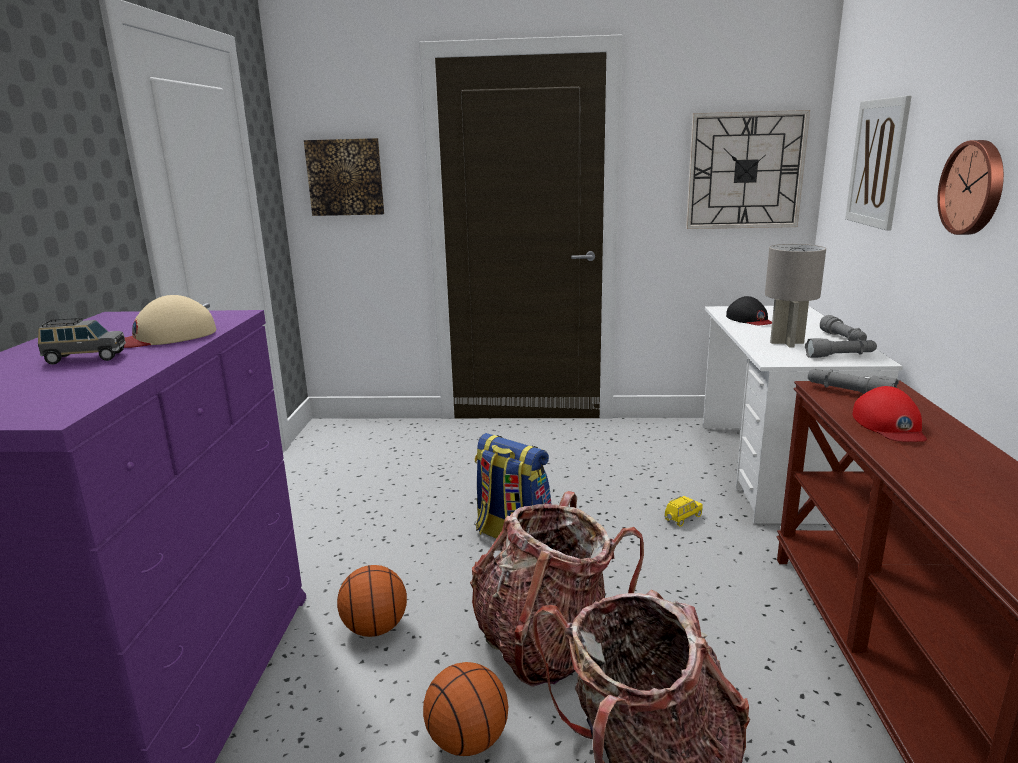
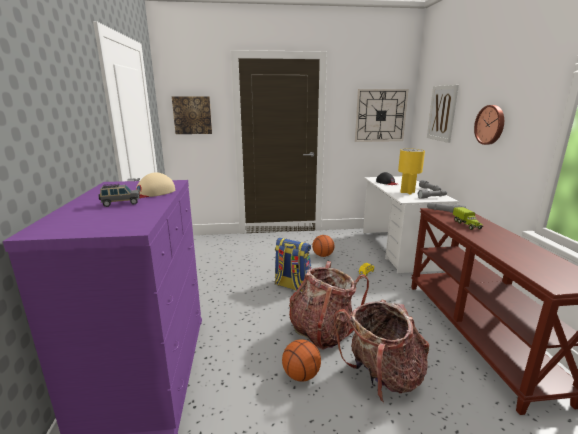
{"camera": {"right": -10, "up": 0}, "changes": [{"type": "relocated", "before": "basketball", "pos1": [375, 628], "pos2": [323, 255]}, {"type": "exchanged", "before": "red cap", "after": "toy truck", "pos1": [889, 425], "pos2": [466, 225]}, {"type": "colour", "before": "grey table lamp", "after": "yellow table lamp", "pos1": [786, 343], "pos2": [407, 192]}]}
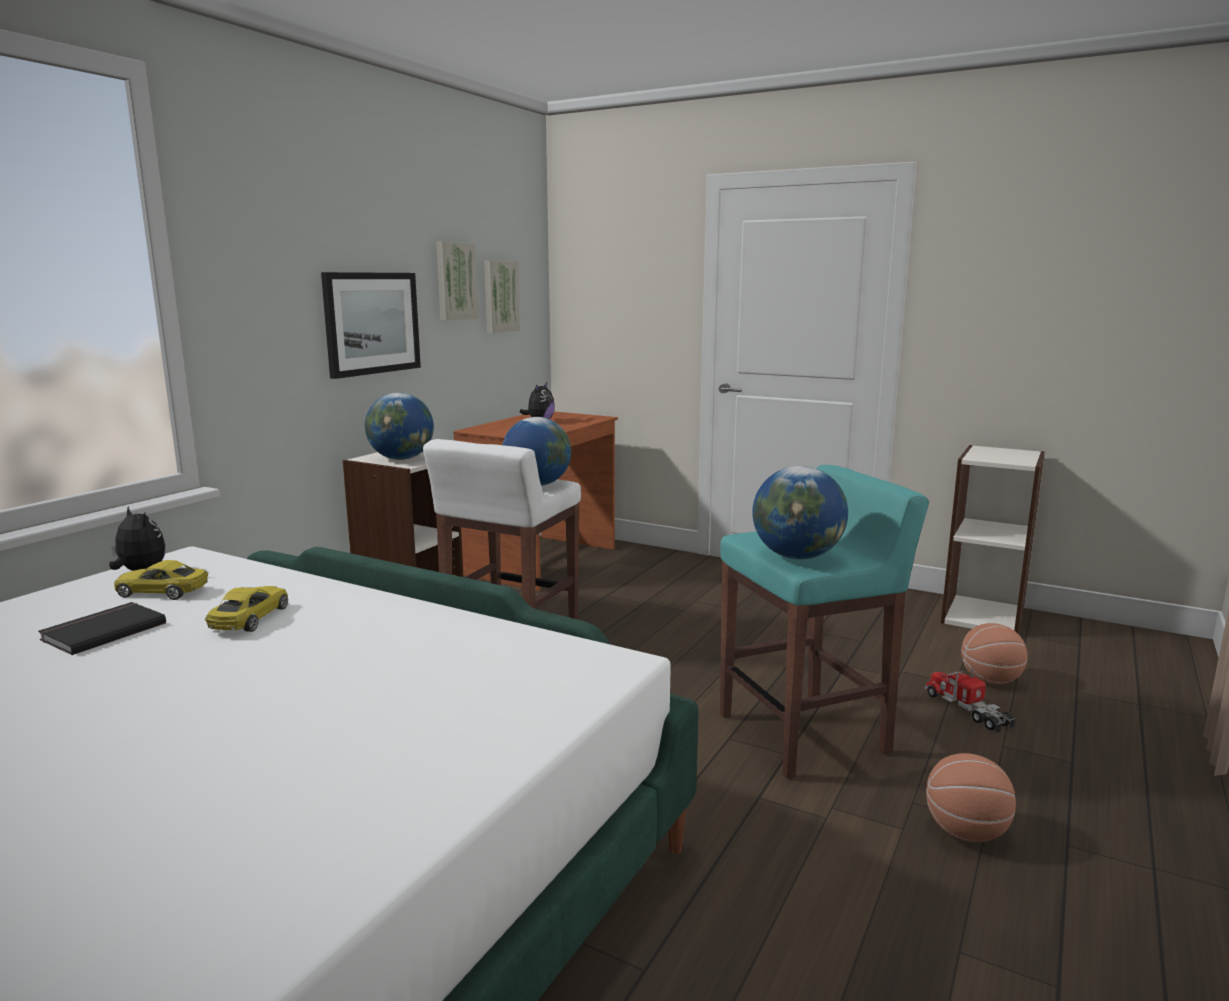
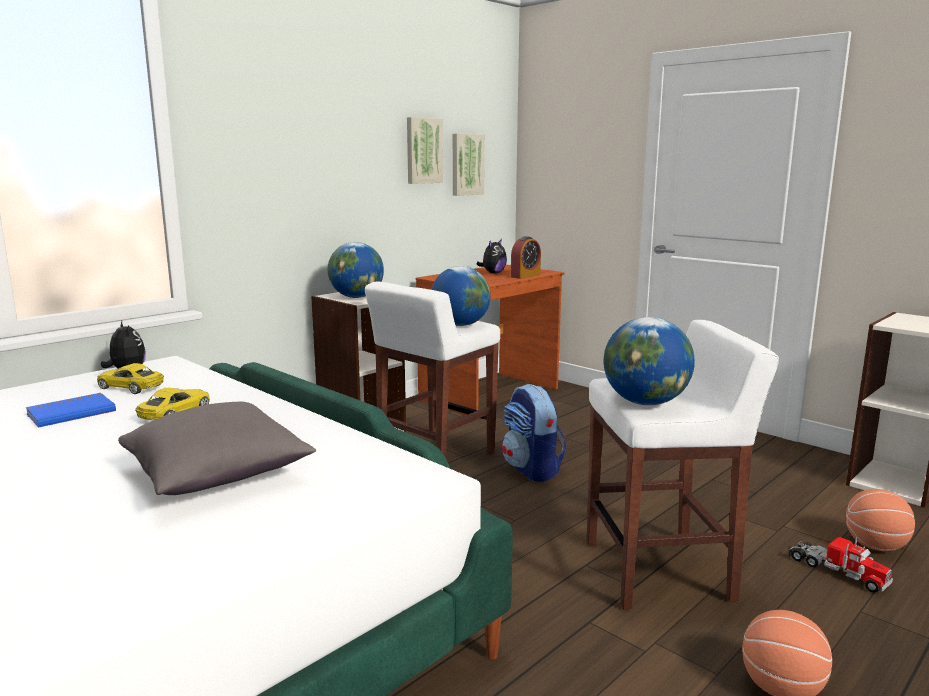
{"camera": {"right": 15, "up": 0}, "changes": [{"type": "missing", "before": "picture", "pos1": [372, 323]}, {"type": "appeared", "after": "grey pillow", "pos2": [218, 475]}, {"type": "appeared", "after": "backpack", "pos2": [532, 470]}, {"type": "appeared", "after": "alarm clock", "pos2": [525, 276]}, {"type": "colour", "before": "black book", "after": "blue book", "pos1": [102, 631], "pos2": [70, 412]}, {"type": "colour", "before": "turquoise stool", "after": "white stool", "pos1": [805, 733], "pos2": [660, 570]}, {"type": "spun", "before": "toy truck", "pos1": [968, 710], "pos2": [837, 571], "turn": 150}]}
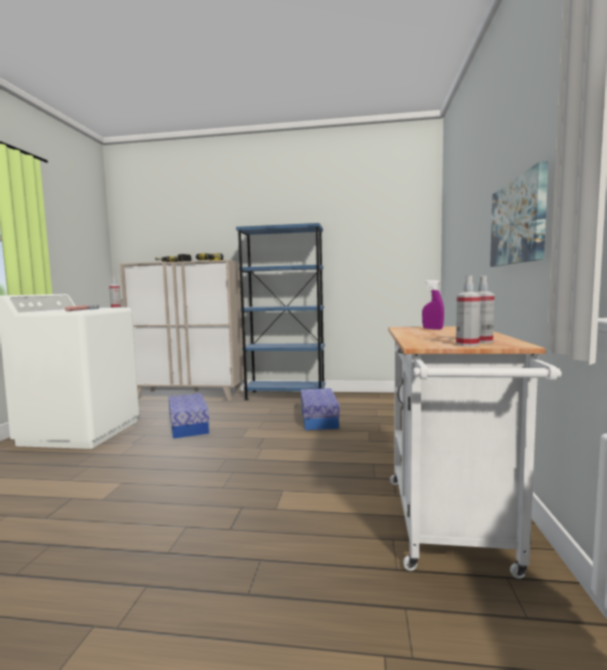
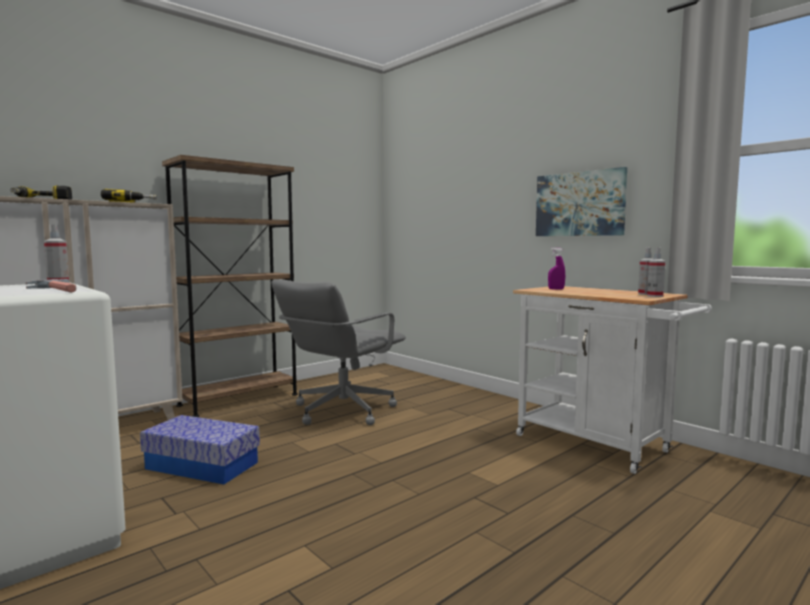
{"camera": {"right": -50, "up": 0}, "changes": [{"type": "exchanged", "before": "storage box", "after": "grey office chair", "pos1": [319, 419], "pos2": [341, 411]}, {"type": "colour", "before": "blue bookcase", "after": "brown bookcase", "pos1": [285, 396], "pos2": [239, 400]}]}
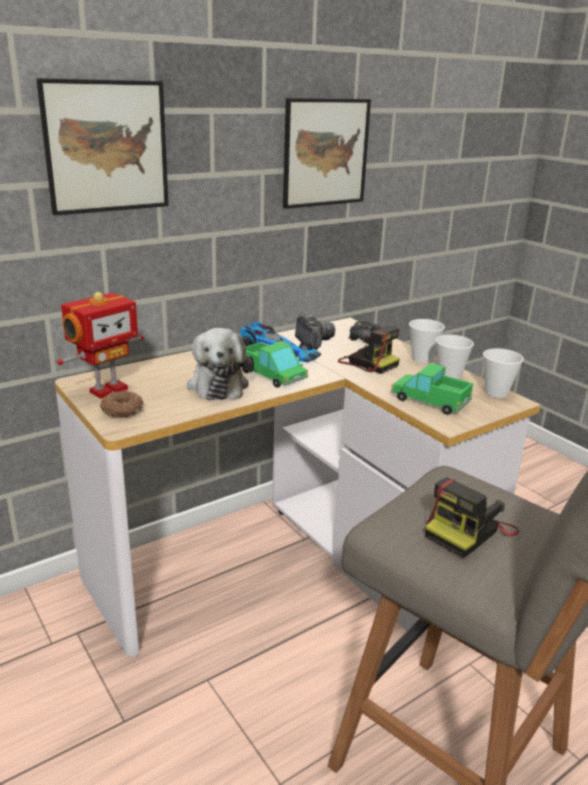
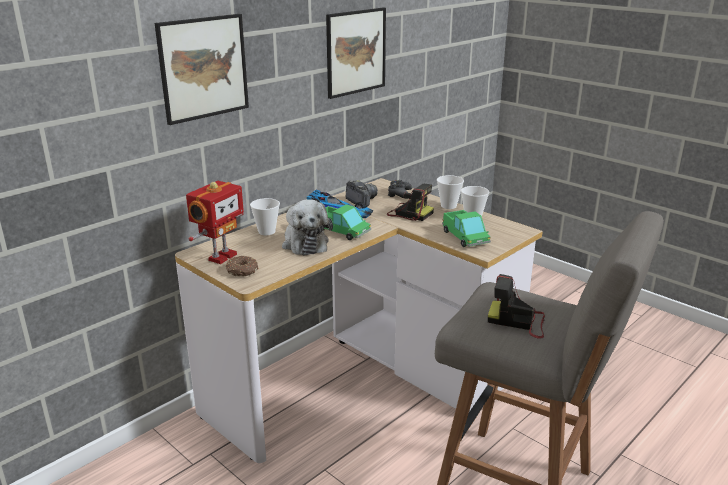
{"camera": {"right": -10, "up": 0}, "changes": [{"type": "relocated", "before": "cup", "pos1": [496, 393], "pos2": [266, 231]}, {"type": "spun", "before": "toy truck", "pos1": [430, 401], "pos2": [465, 237], "turn": -135}, {"type": "spun", "before": "photo camera", "pos1": [468, 531], "pos2": [518, 321], "turn": 75}]}
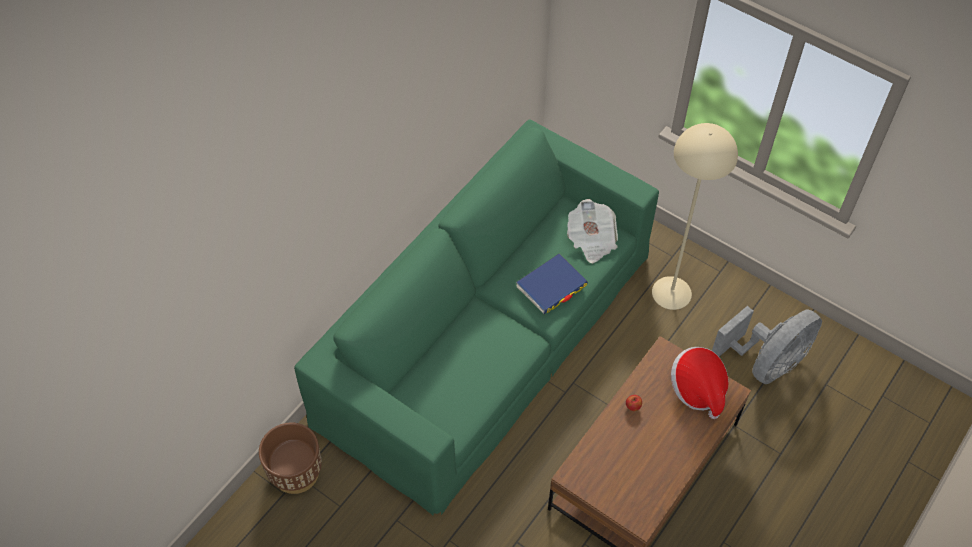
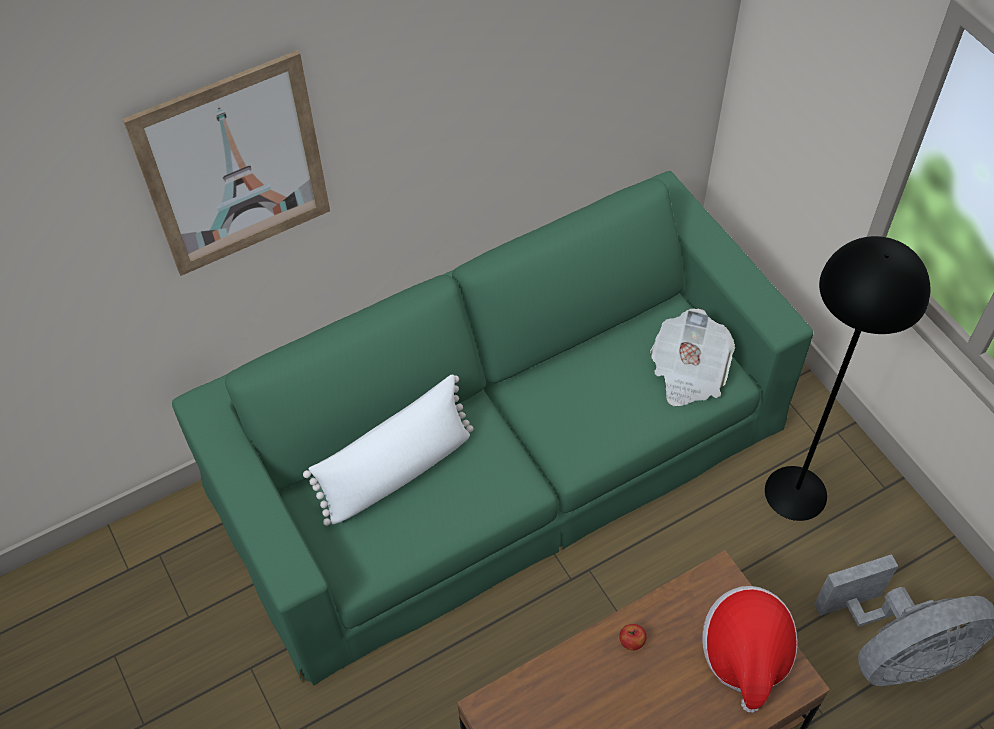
{"camera": {"right": 25, "up": 0}, "changes": [{"type": "missing", "before": "brown planter", "pos1": [296, 472]}, {"type": "missing", "before": "blue book", "pos1": [551, 286]}, {"type": "appeared", "after": "picture", "pos2": [234, 167]}, {"type": "appeared", "after": "white pillow", "pos2": [397, 471]}, {"type": "colour", "before": "beige floor lamp", "after": "black floor lamp", "pos1": [672, 292], "pos2": [796, 492]}]}
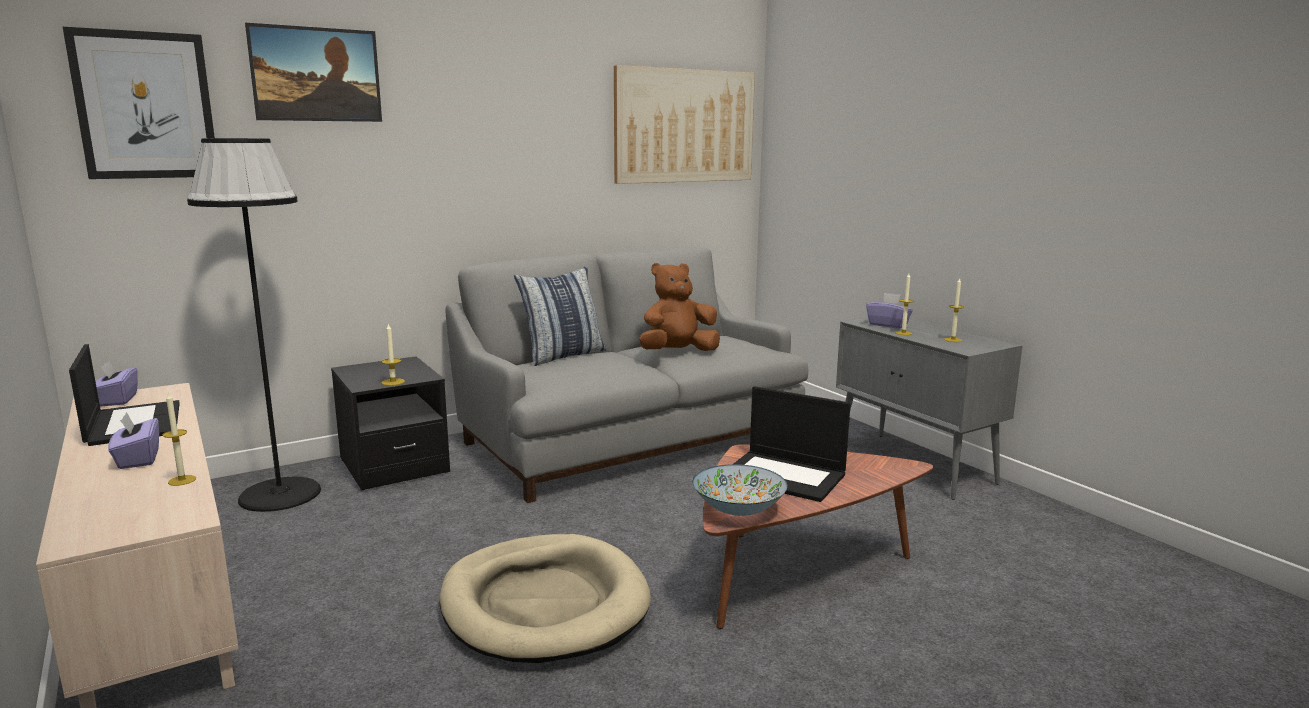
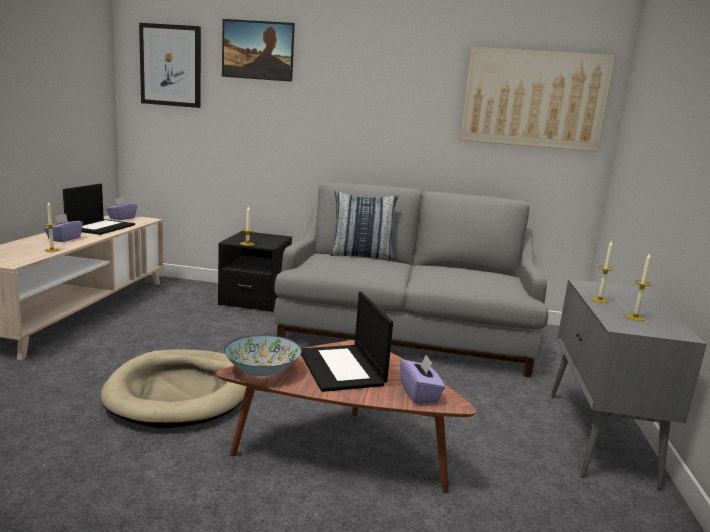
{"camera": {"right": 40, "up": 0}, "changes": [{"type": "missing", "before": "black floor lamp", "pos1": [280, 494]}, {"type": "missing", "before": "brown plush toy", "pos1": [677, 352]}, {"type": "relocated", "before": "purple tissue box", "pos1": [888, 325], "pos2": [419, 394]}]}
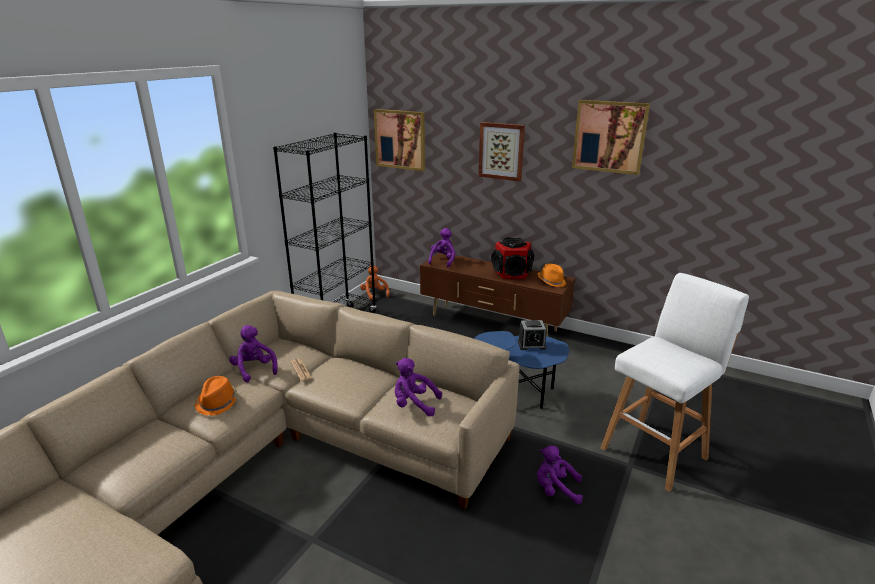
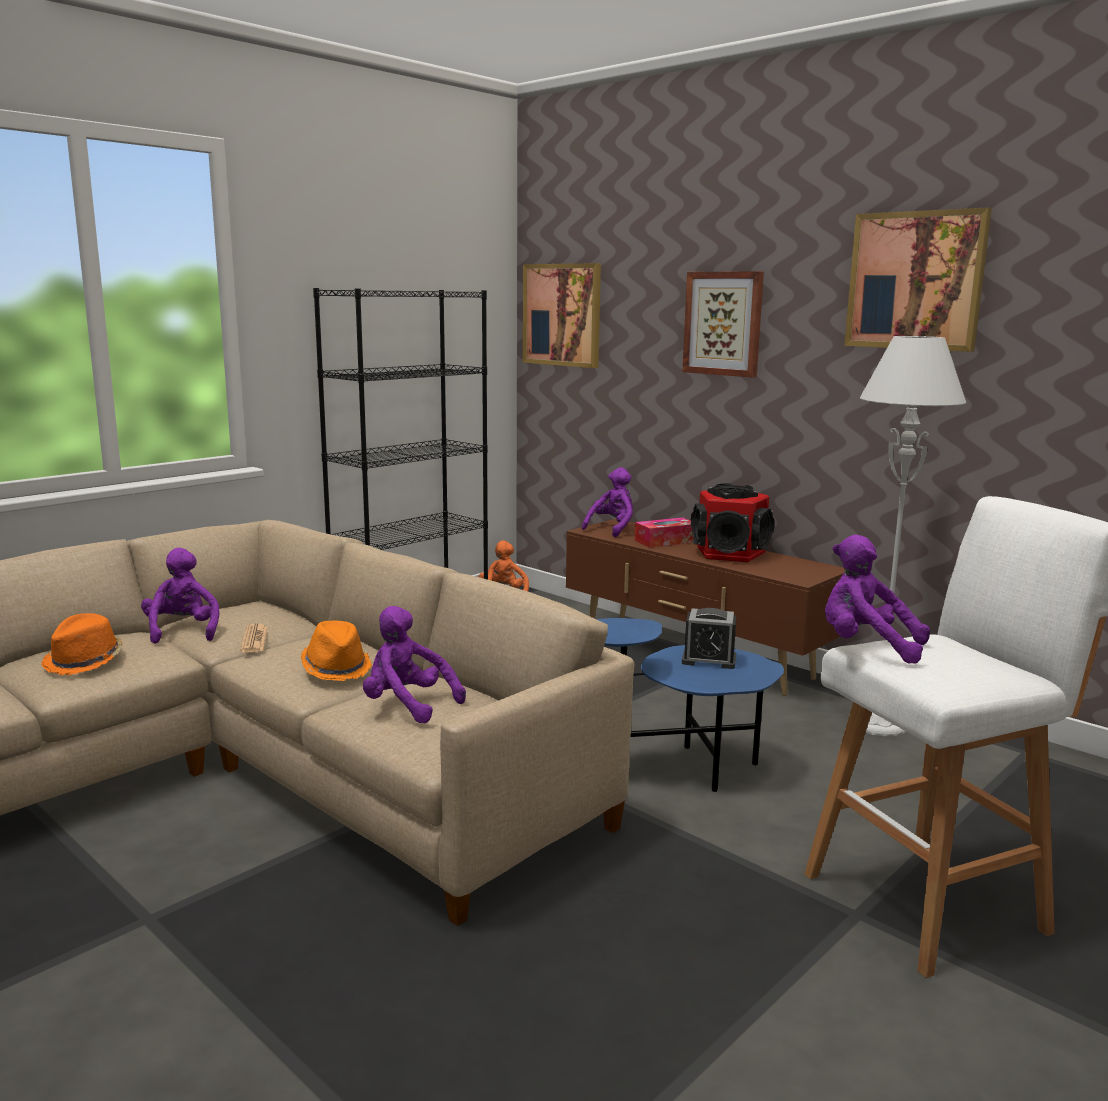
{"camera": {"right": 15, "up": -10}, "changes": [{"type": "appeared", "after": "tissue box", "pos2": [666, 541]}, {"type": "appeared", "after": "grey floor lamp", "pos2": [878, 723]}, {"type": "relocated", "before": "purple plush toy", "pos1": [556, 490], "pos2": [866, 647]}, {"type": "relocated", "before": "orange hat", "pos1": [551, 282], "pos2": [337, 668]}]}
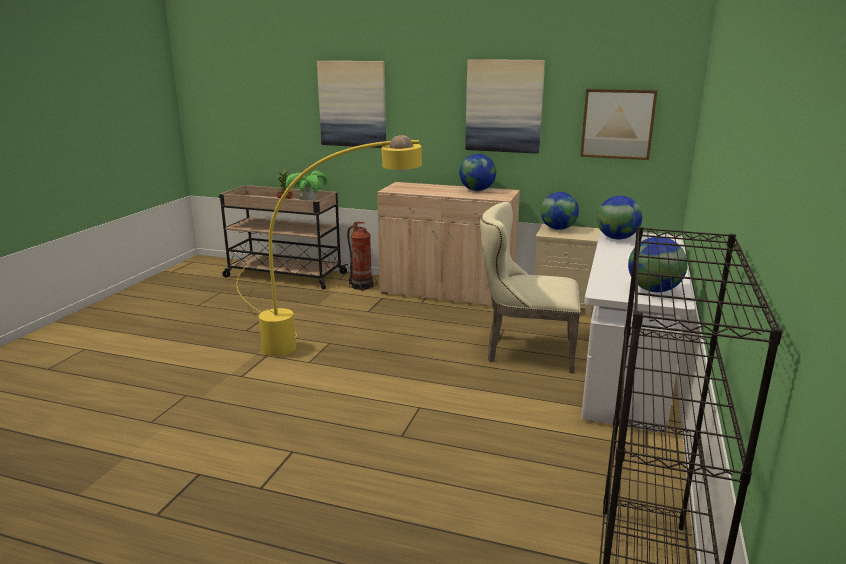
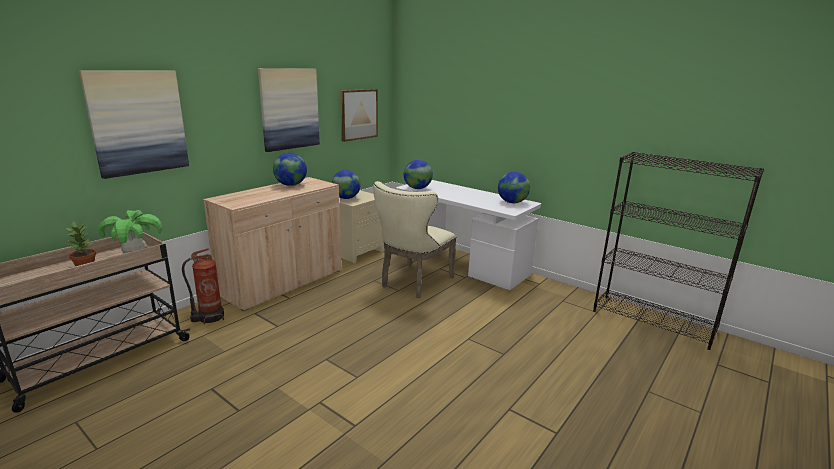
{"camera": {"right": -70, "up": 0}, "changes": [{"type": "missing", "before": "yellow floor lamp", "pos1": [322, 341]}]}
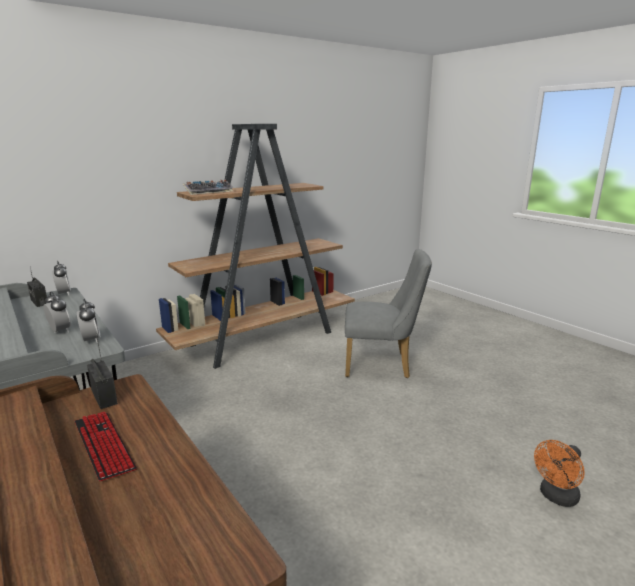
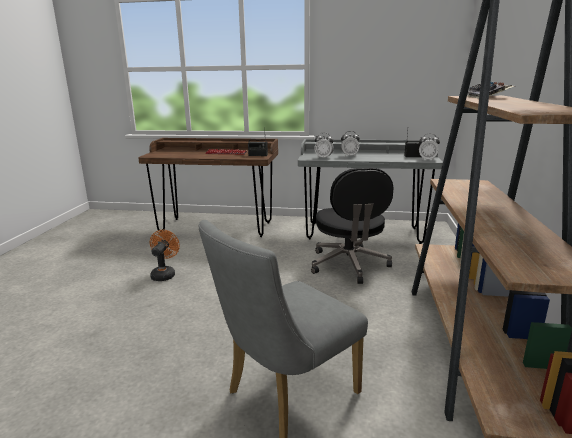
{"camera": {"right": 135, "up": 0}, "changes": [{"type": "appeared", "after": "black office chair", "pos2": [349, 265]}, {"type": "relocated", "before": "orange fan", "pos1": [556, 497], "pos2": [164, 274]}]}
